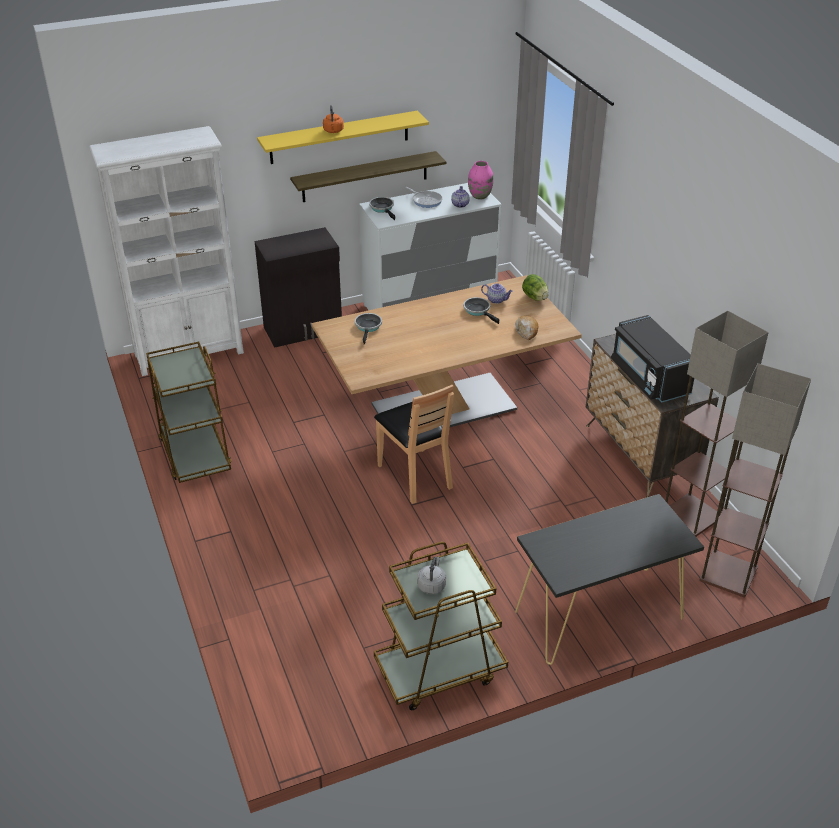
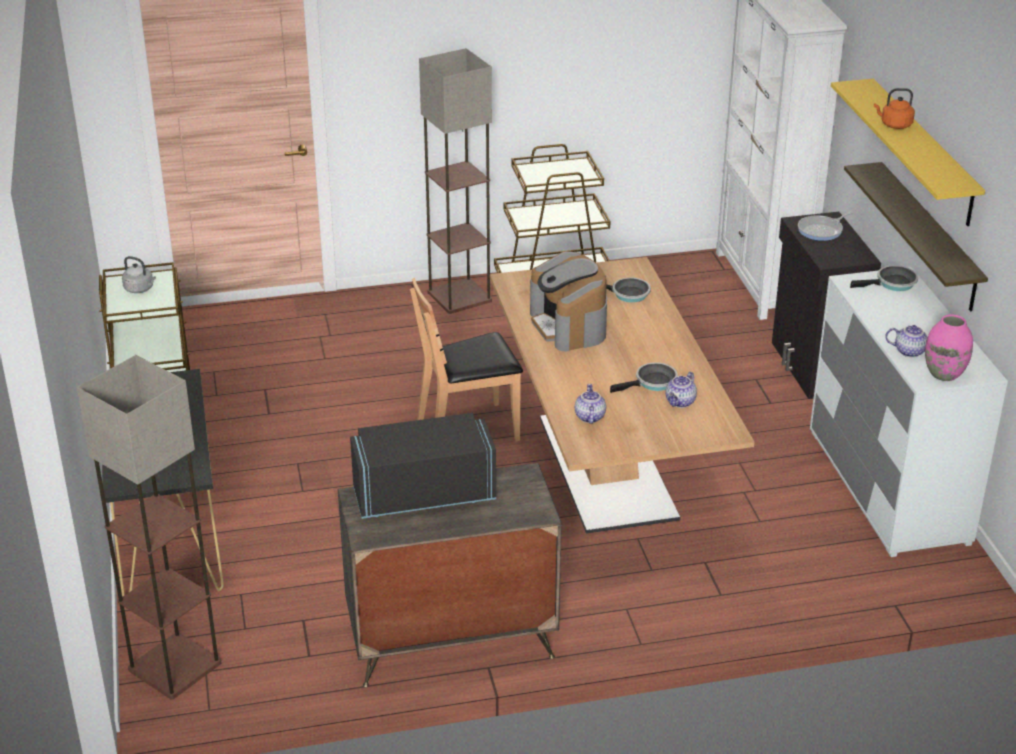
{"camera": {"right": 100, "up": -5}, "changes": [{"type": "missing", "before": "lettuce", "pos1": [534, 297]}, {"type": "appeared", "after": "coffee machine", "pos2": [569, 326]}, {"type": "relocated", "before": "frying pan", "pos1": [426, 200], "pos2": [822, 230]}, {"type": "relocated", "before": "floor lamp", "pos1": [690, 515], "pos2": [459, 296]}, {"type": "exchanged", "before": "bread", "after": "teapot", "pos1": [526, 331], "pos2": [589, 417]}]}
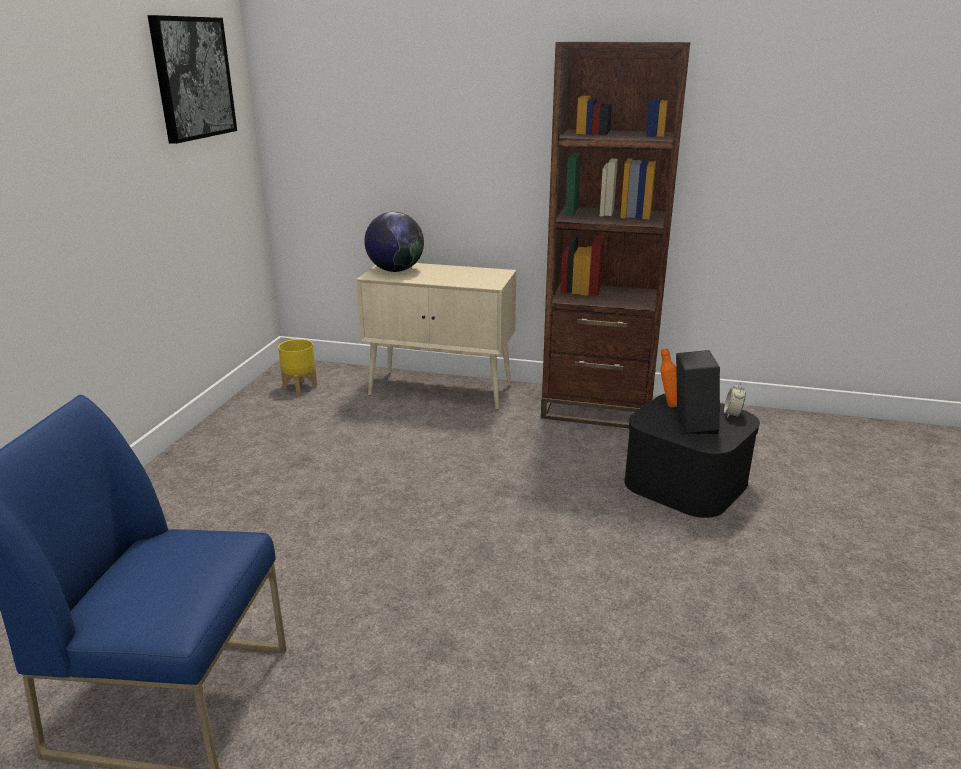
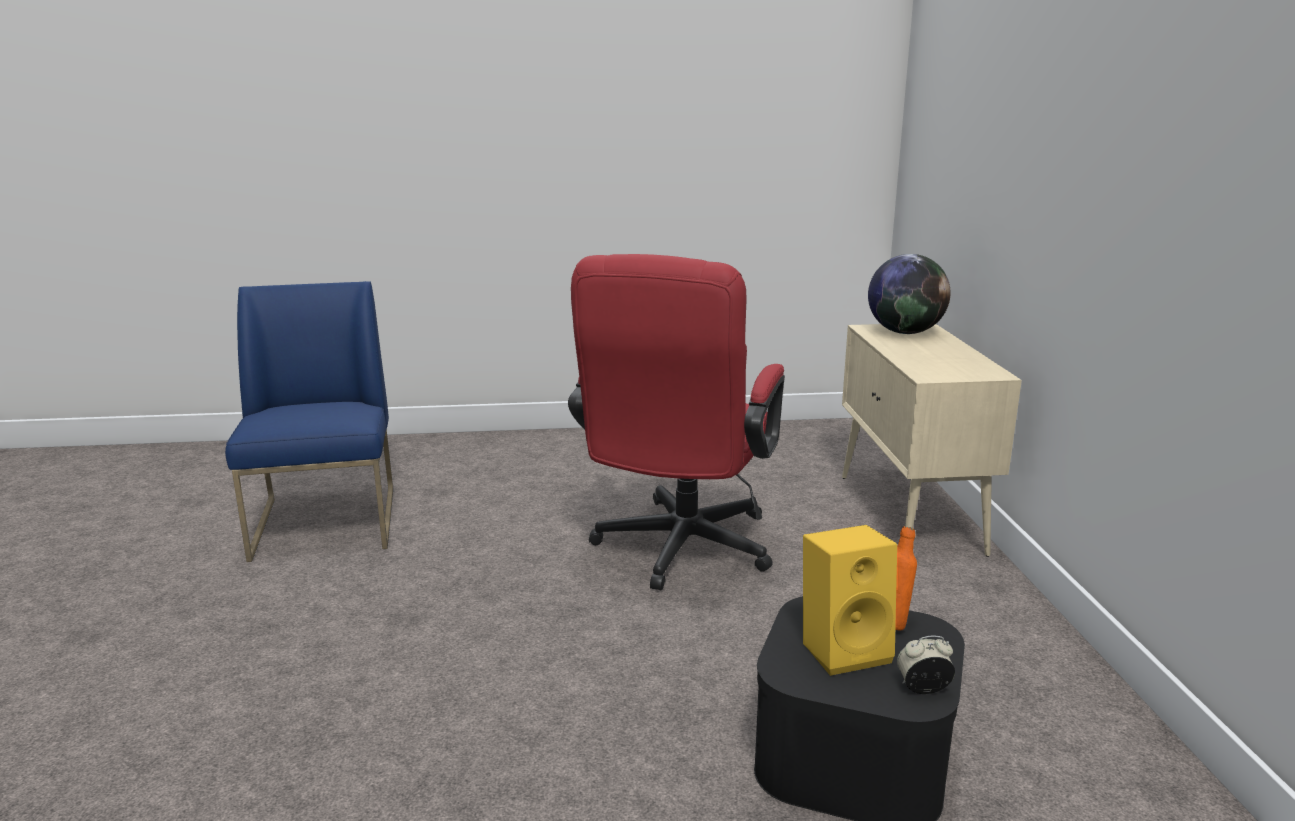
{"camera": {"right": 70, "up": -5}, "changes": [{"type": "missing", "before": "picture", "pos1": [193, 78]}, {"type": "missing", "before": "yellow planter", "pos1": [300, 387]}, {"type": "missing", "before": "brown bookcase", "pos1": [598, 408]}, {"type": "appeared", "after": "red office chair", "pos2": [678, 552]}, {"type": "colour", "before": "black speaker", "after": "yellow speaker", "pos1": [691, 424], "pos2": [845, 649]}]}
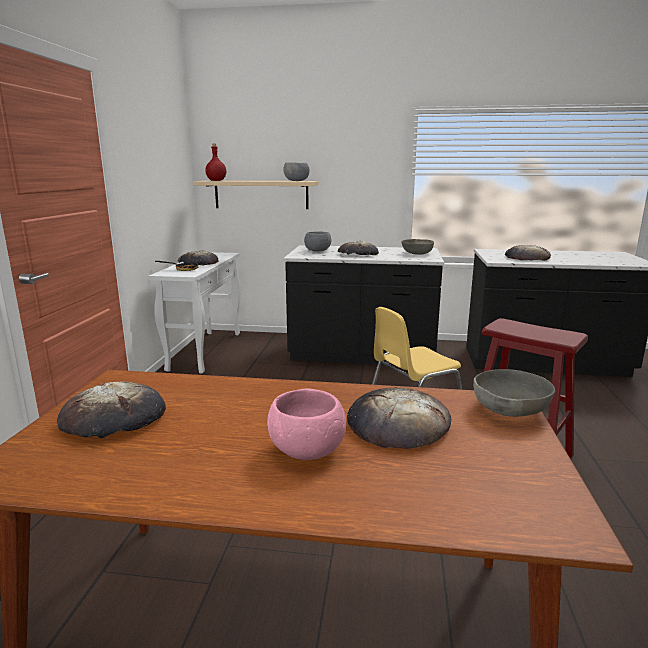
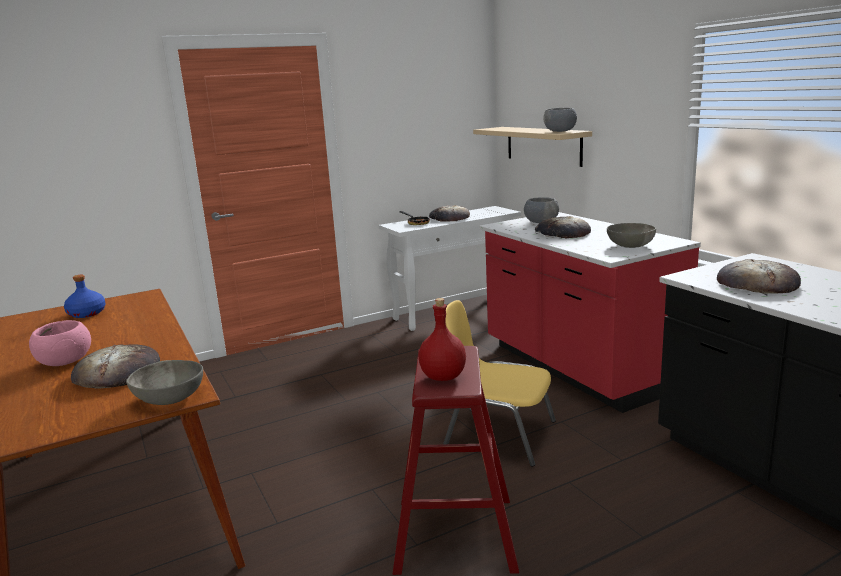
{"camera": {"right": 55, "up": 0}, "changes": [{"type": "relocated", "before": "red bottle", "pos1": [216, 180], "pos2": [444, 377]}, {"type": "exchanged", "before": "bread", "after": "blue bottle", "pos1": [114, 418], "pos2": [86, 314]}, {"type": "colour", "before": "black counter", "after": "red counter", "pos1": [362, 355], "pos2": [577, 367]}]}
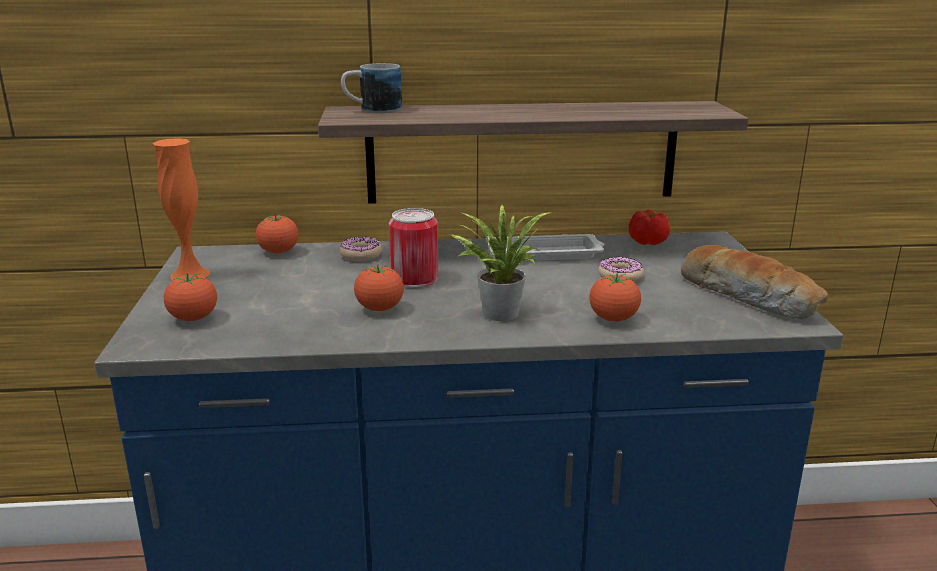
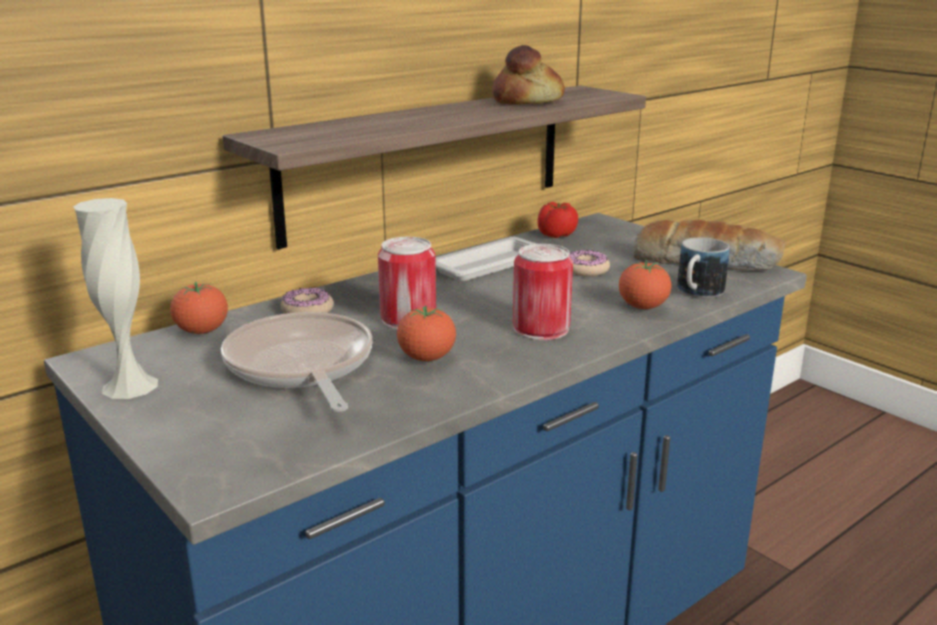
{"camera": {"right": -35, "up": 0}, "changes": [{"type": "missing", "before": "tomato", "pos1": [193, 318]}, {"type": "appeared", "after": "frying pan", "pos2": [301, 366]}, {"type": "appeared", "after": "bread", "pos2": [528, 101]}, {"type": "relocated", "before": "mug", "pos1": [372, 110], "pos2": [696, 293]}, {"type": "exchanged", "before": "potted plant", "after": "can", "pos1": [497, 312], "pos2": [541, 328]}, {"type": "colour", "before": "orange vase", "after": "white vase", "pos1": [190, 274], "pos2": [130, 386]}]}
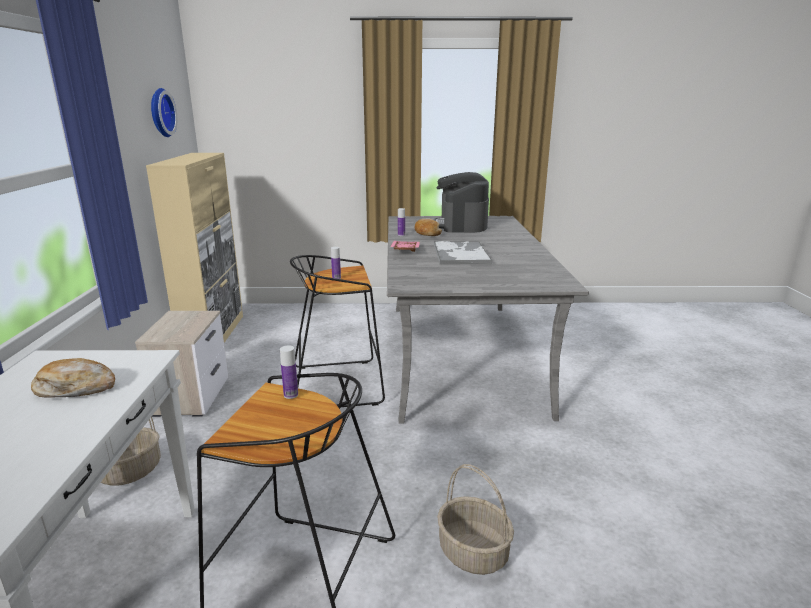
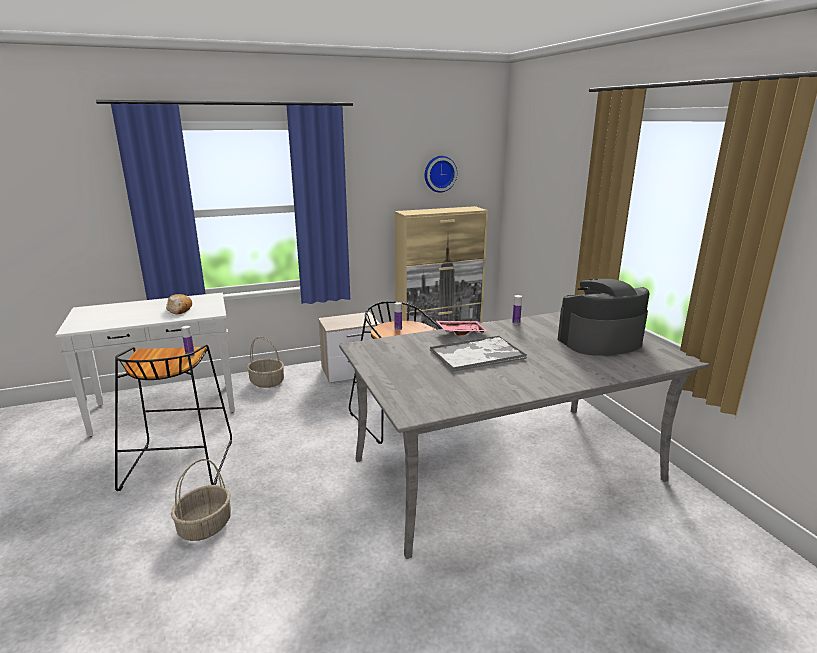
{"camera": {"right": 70, "up": 0}, "changes": [{"type": "missing", "before": "bread", "pos1": [427, 233]}]}
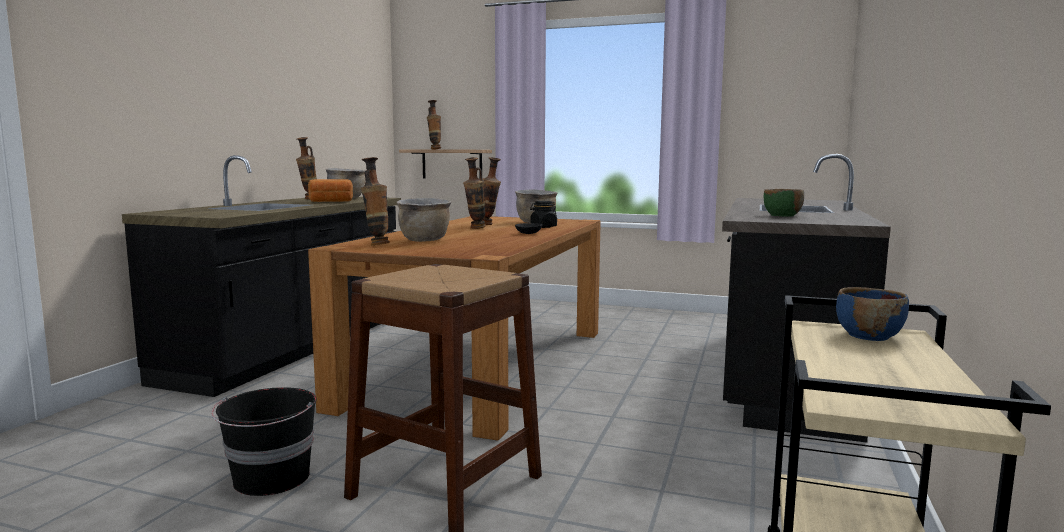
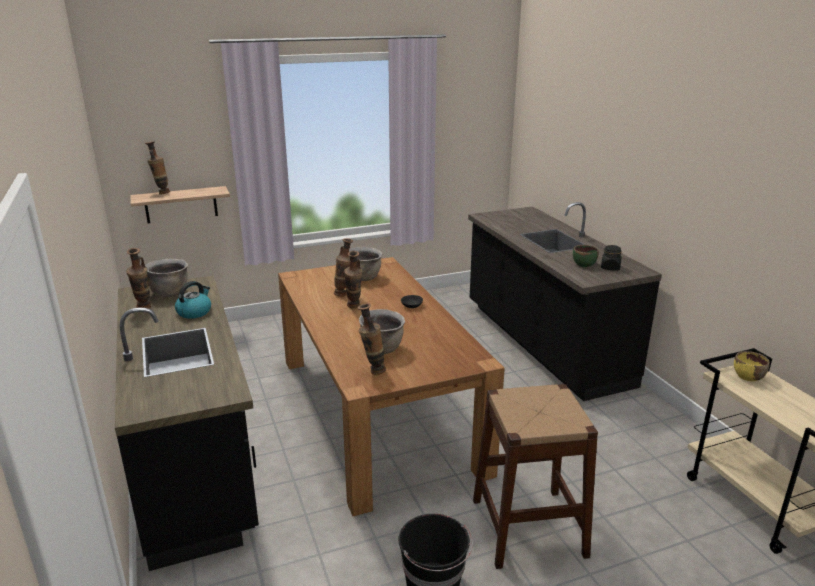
{"camera": {"right": -40, "up": 15}, "changes": [{"type": "relocated", "before": "black jar", "pos1": [543, 227], "pos2": [610, 268]}, {"type": "exchanged", "before": "bread", "after": "kettle", "pos1": [331, 202], "pos2": [194, 312]}, {"type": "colour", "before": "blue bowl", "after": "yellow bowl", "pos1": [868, 336], "pos2": [748, 377]}]}
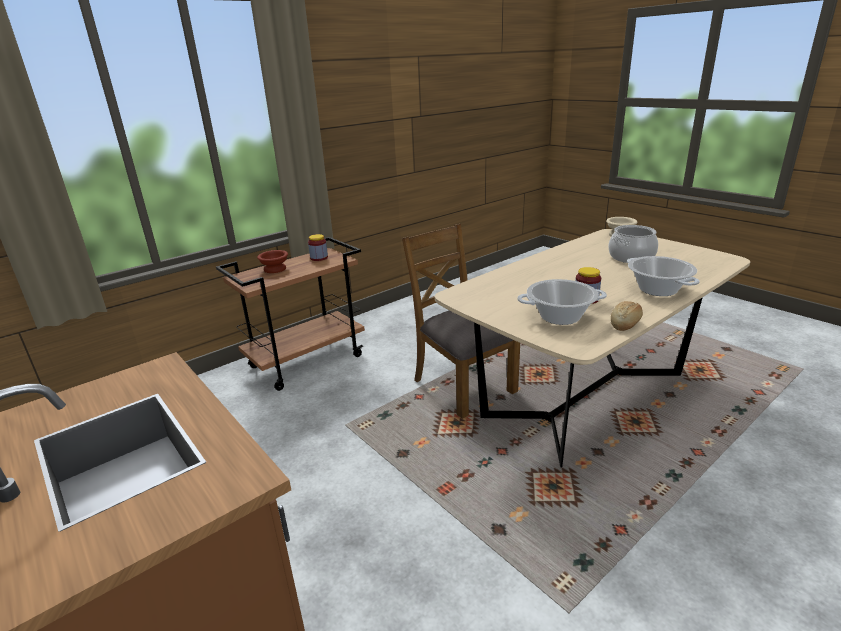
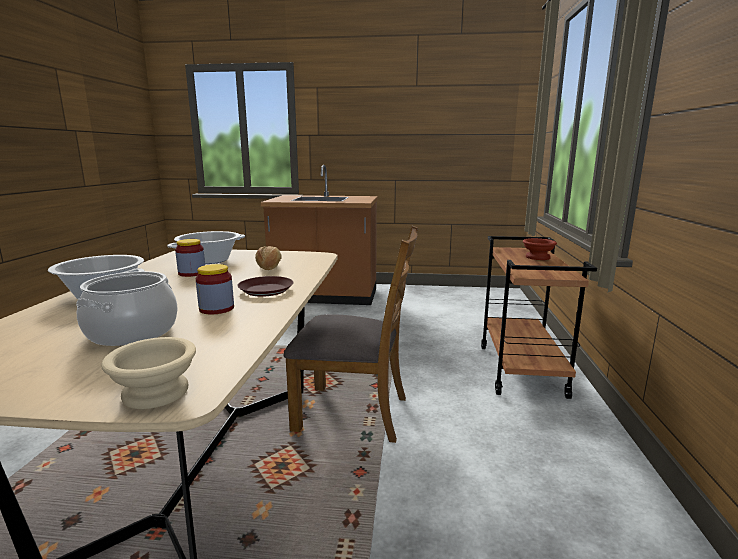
{"camera": {"right": 135, "up": -10}, "changes": [{"type": "appeared", "after": "brown plate", "pos2": [265, 290]}, {"type": "relocated", "before": "jar", "pos1": [319, 258], "pos2": [216, 308]}, {"type": "relocated", "before": "bread", "pos1": [625, 324], "pos2": [269, 267]}]}
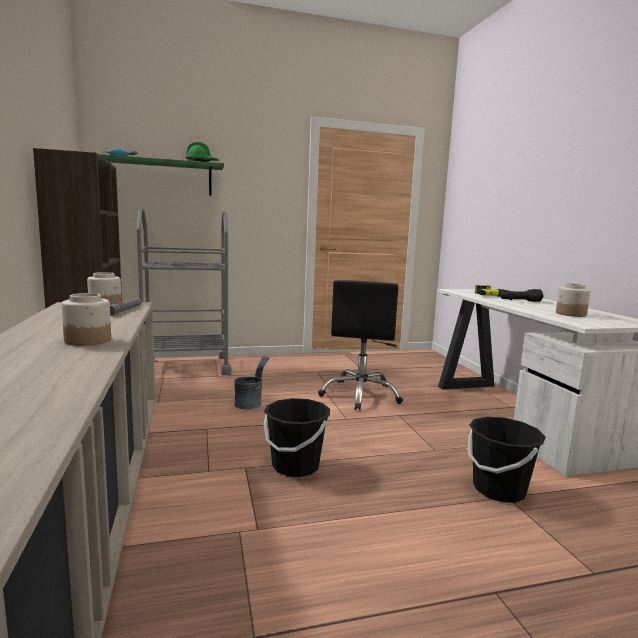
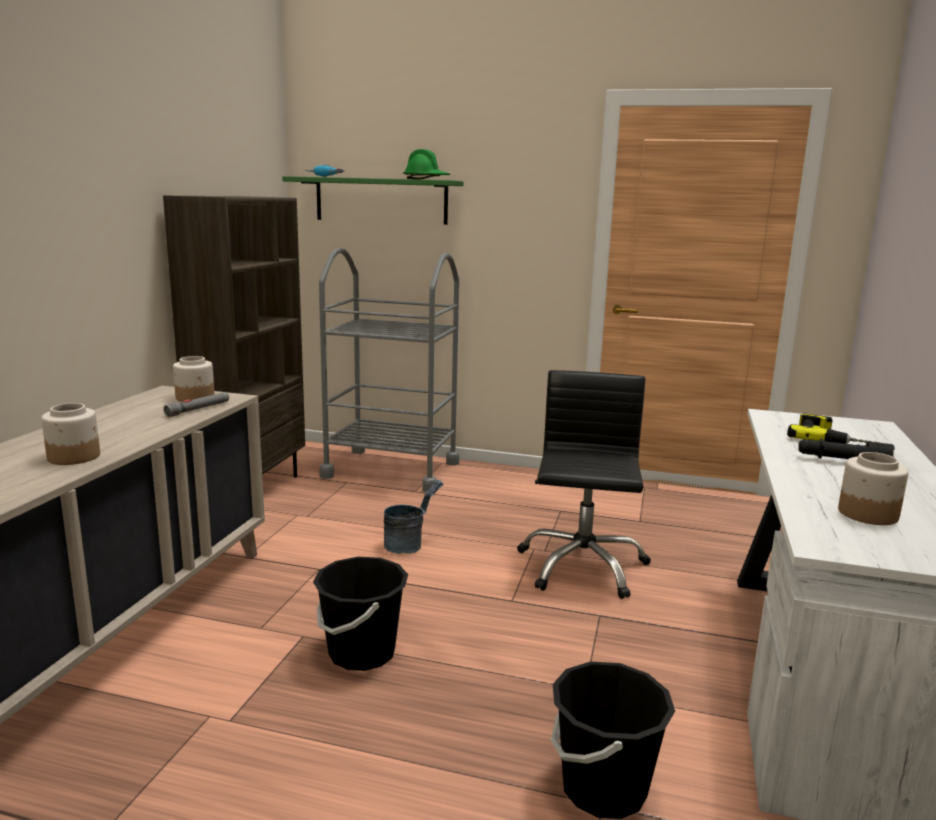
{"camera": {"right": 30, "up": 5}, "changes": [{"type": "spun", "before": "black office chair", "pos1": [361, 395], "pos2": [581, 566], "turn": 150}]}
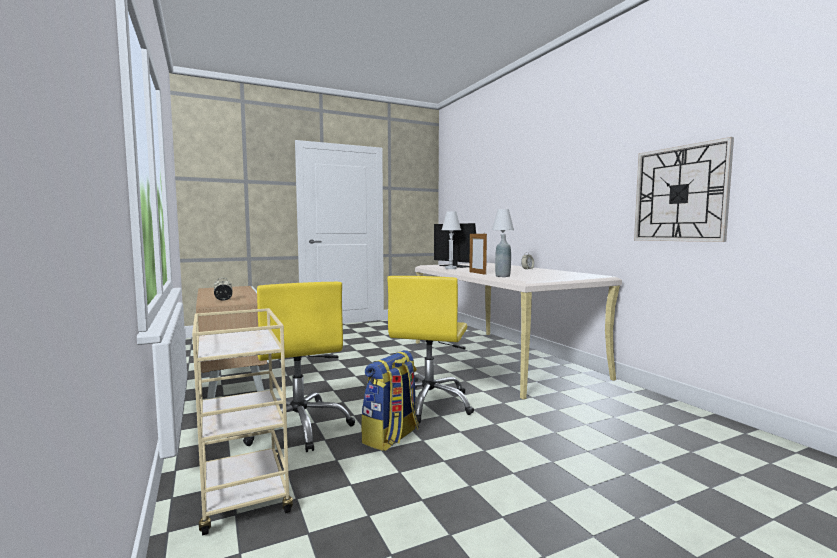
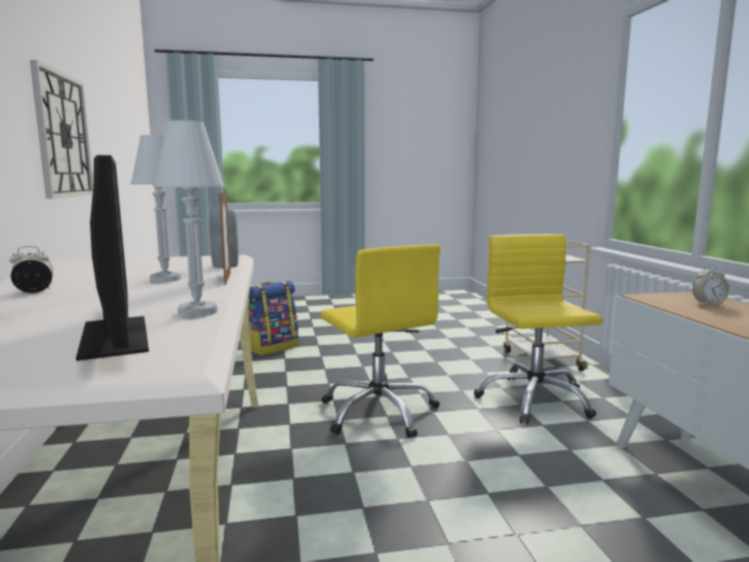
{"camera": {"right": -165, "up": 5}, "changes": [{"type": "relocated", "before": "backpack", "pos1": [391, 437], "pos2": [273, 348]}, {"type": "spun", "before": "yellow office chair", "pos1": [429, 404], "pos2": [379, 412], "turn": 120}]}
